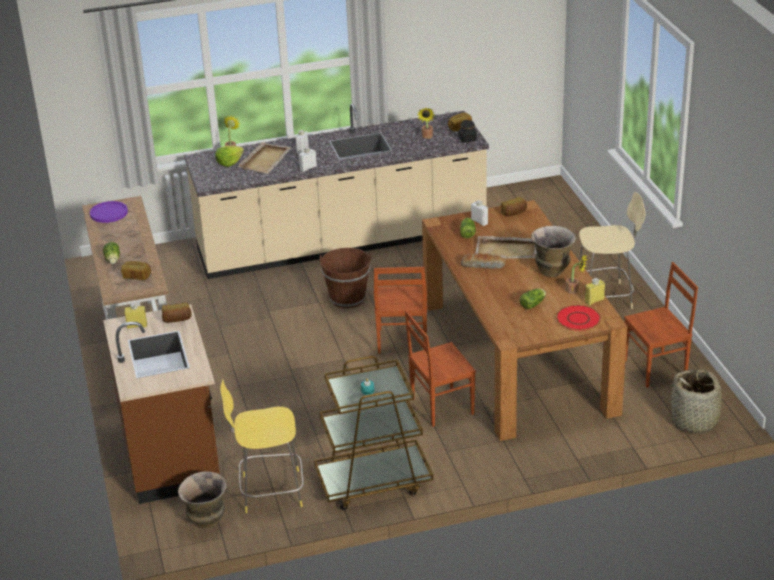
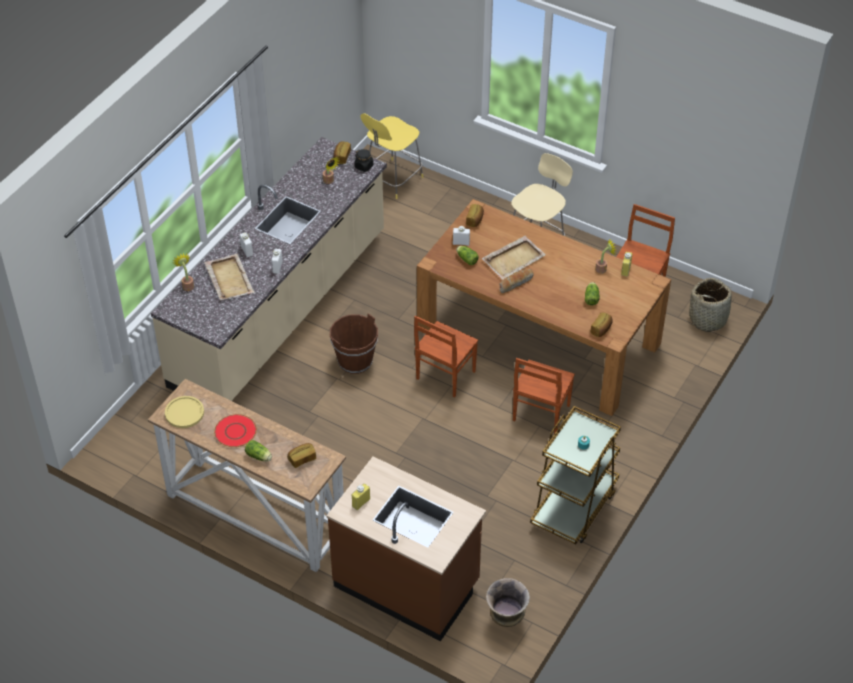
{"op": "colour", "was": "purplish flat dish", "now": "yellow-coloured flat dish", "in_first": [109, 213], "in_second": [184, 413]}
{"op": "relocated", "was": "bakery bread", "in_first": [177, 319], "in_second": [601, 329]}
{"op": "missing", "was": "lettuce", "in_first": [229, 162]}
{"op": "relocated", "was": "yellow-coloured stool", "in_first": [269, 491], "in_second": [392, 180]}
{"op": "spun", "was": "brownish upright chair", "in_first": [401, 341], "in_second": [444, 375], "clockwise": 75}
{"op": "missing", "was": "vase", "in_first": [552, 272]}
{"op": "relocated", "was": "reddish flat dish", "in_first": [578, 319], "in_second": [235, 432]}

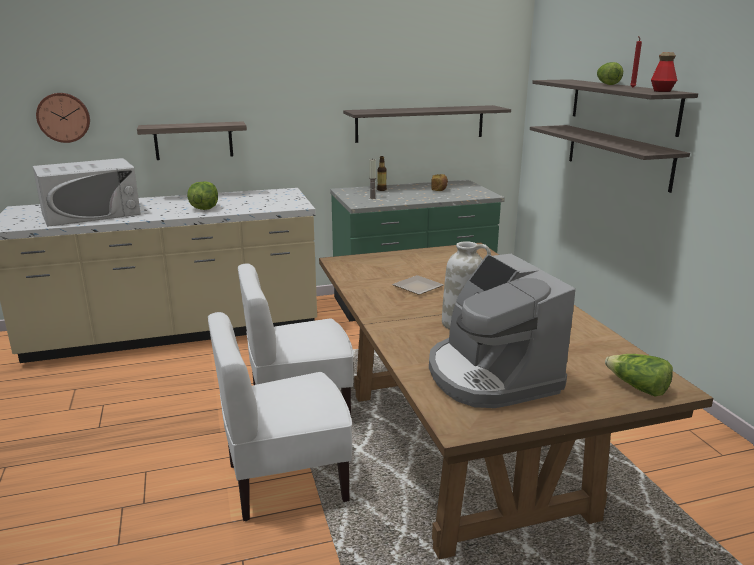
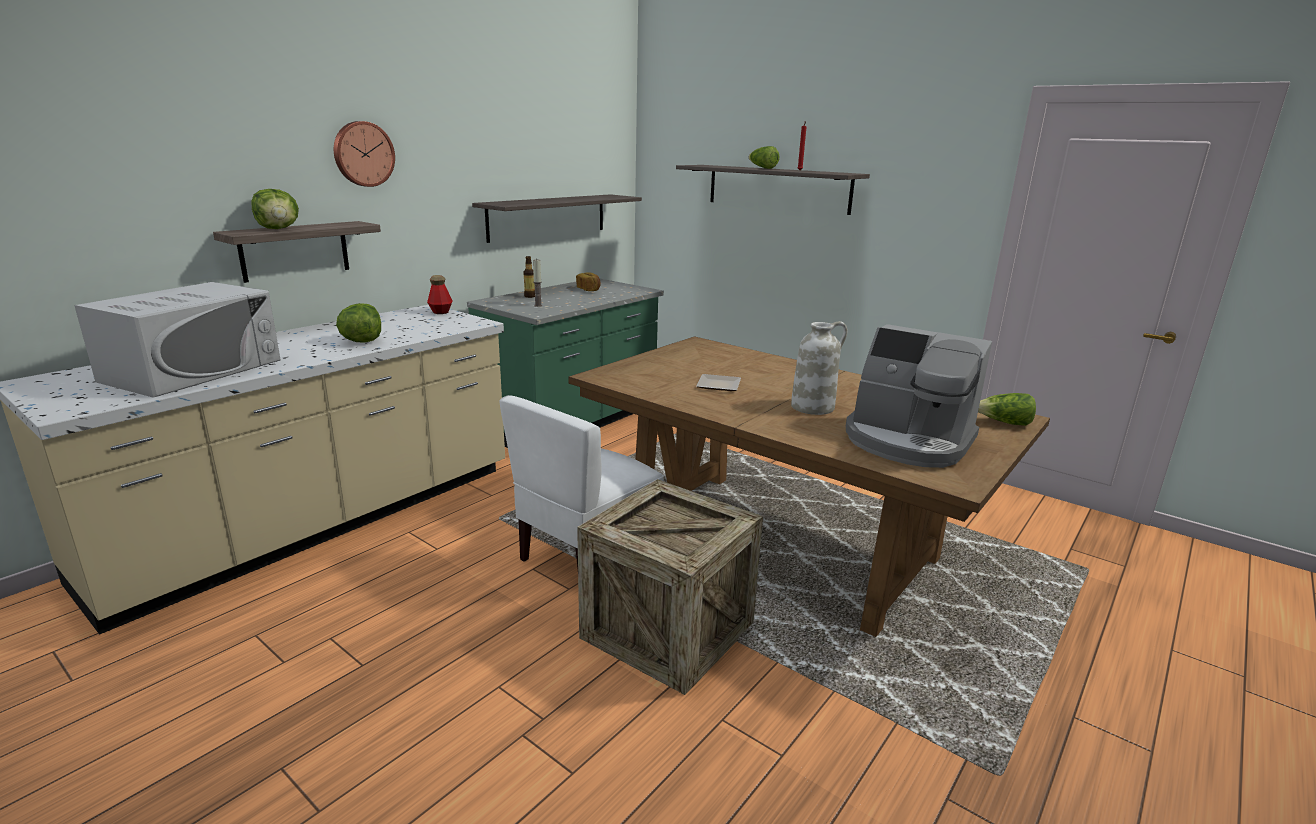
{"op": "relocated", "was": "hanging clock", "in_first": [64, 117], "in_second": [363, 154]}
{"op": "exchanged", "was": "white-coloured upright chair", "now": "packing crate", "in_first": [286, 481], "in_second": [667, 630]}
{"op": "missing", "was": "bracket shelf", "in_first": [617, 156]}
{"op": "relocated", "was": "drink bottle", "in_first": [662, 91], "in_second": [440, 312]}
{"op": "appeared", "now": "lettuce", "in_second": [279, 229]}

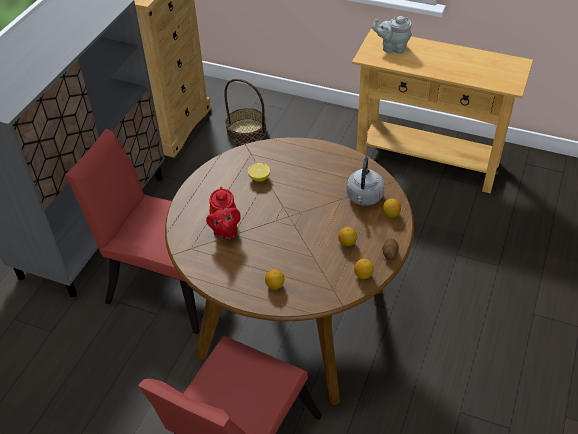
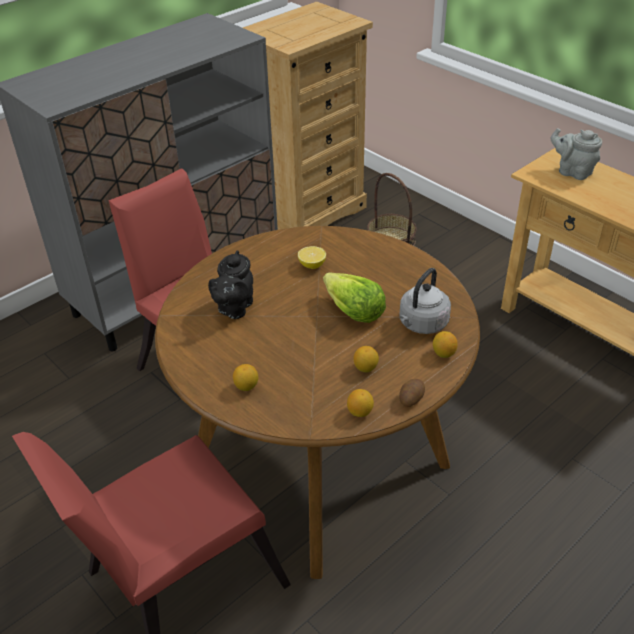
{"op": "colour", "was": "reddish teapot", "now": "black-coloured teapot", "in_first": [225, 231], "in_second": [234, 308]}
{"op": "appeared", "now": "lettuce", "in_second": [353, 311]}

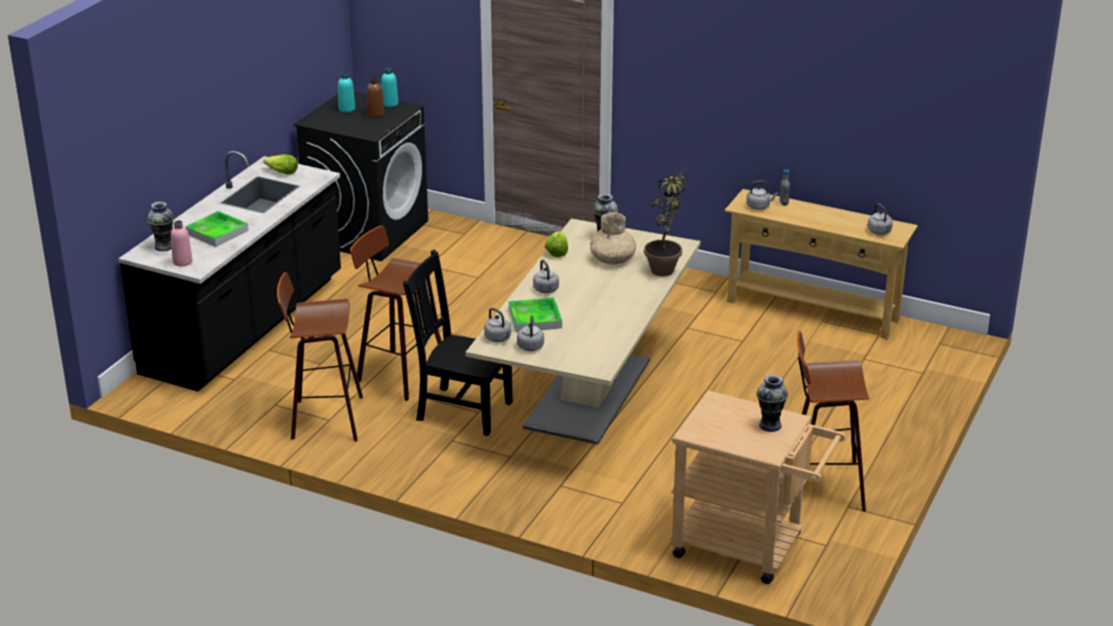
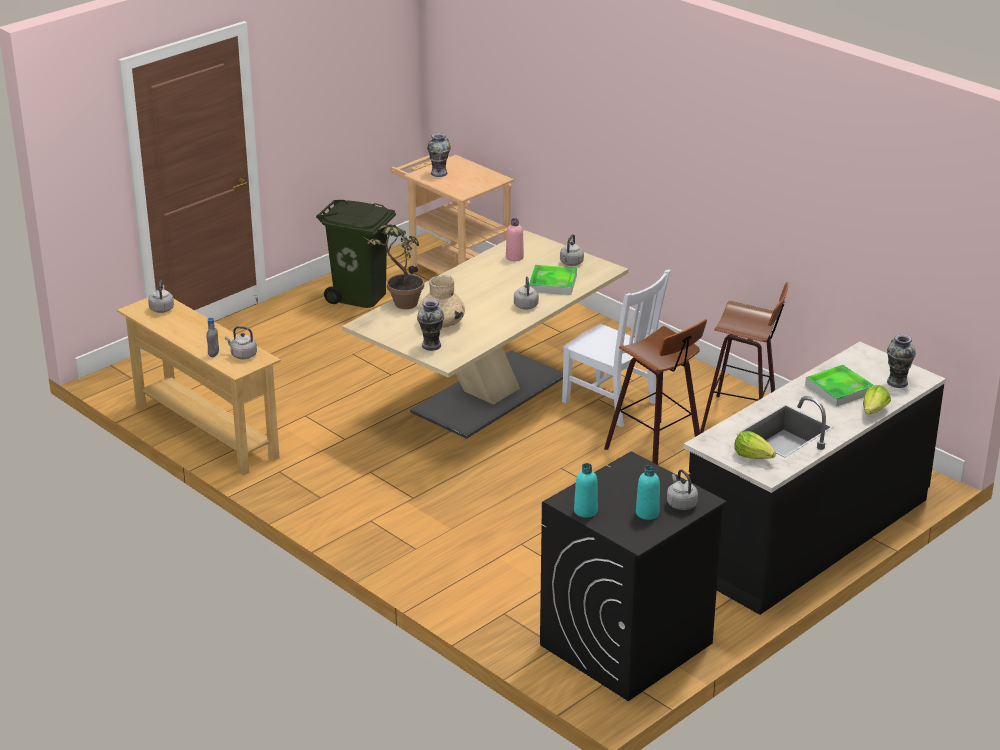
{"op": "relocated", "was": "pink drink bottle", "in_first": [182, 262], "in_second": [514, 257]}
{"op": "missing", "was": "brownish drink bottle", "in_first": [375, 114]}
{"op": "colour", "was": "black-coloured upright chair", "now": "white-coloured upright chair", "in_first": [461, 410], "in_second": [612, 403]}
{"op": "relocated", "was": "grey water kettle", "in_first": [499, 338], "in_second": [680, 503]}
{"op": "relocated", "was": "lettuce", "in_first": [557, 252], "in_second": [874, 411]}
{"op": "exchanged", "was": "stool", "now": "green-coloured waste bin", "in_first": [822, 485], "in_second": [359, 296]}

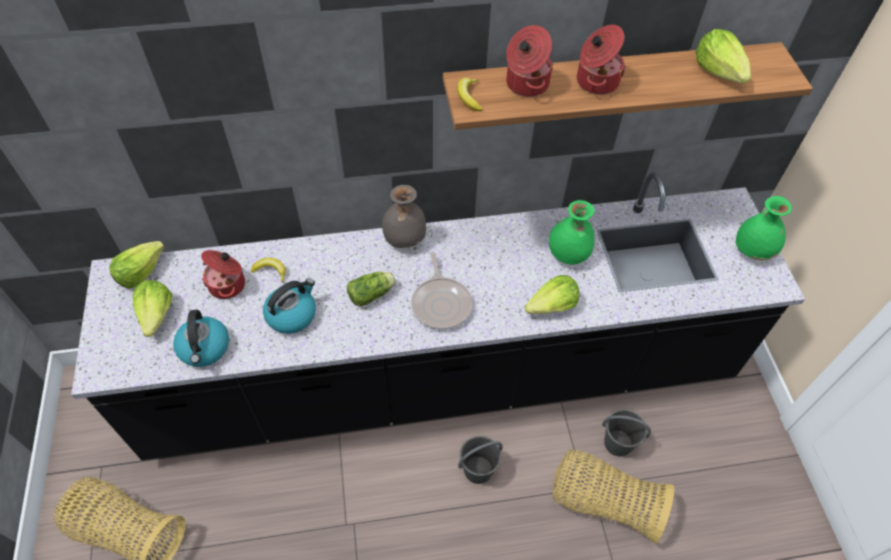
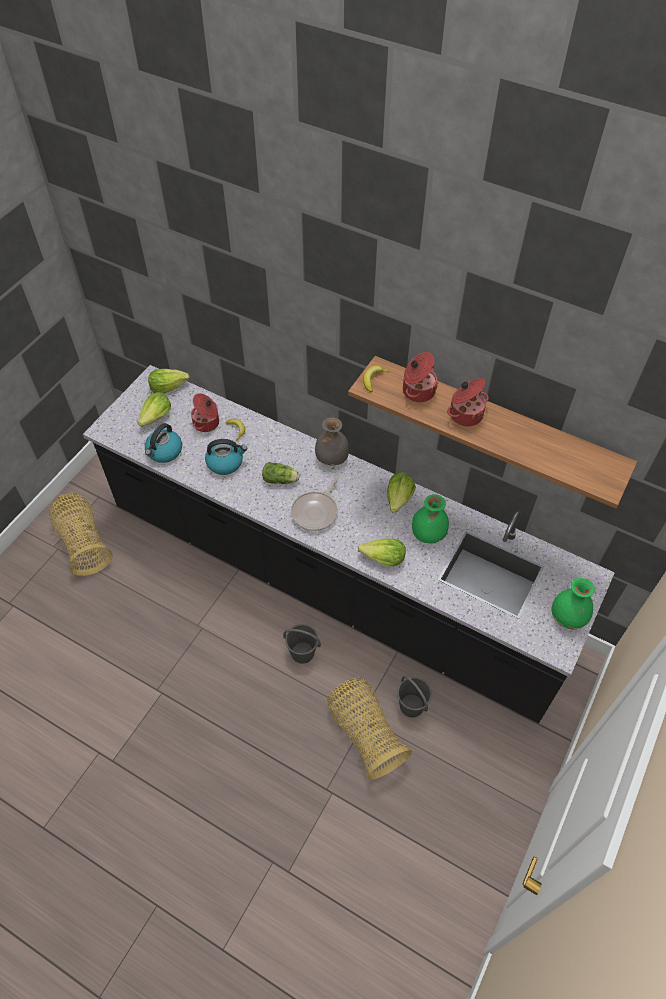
{"op": "relocated", "was": "lettuce", "in_first": [719, 72], "in_second": [399, 498]}

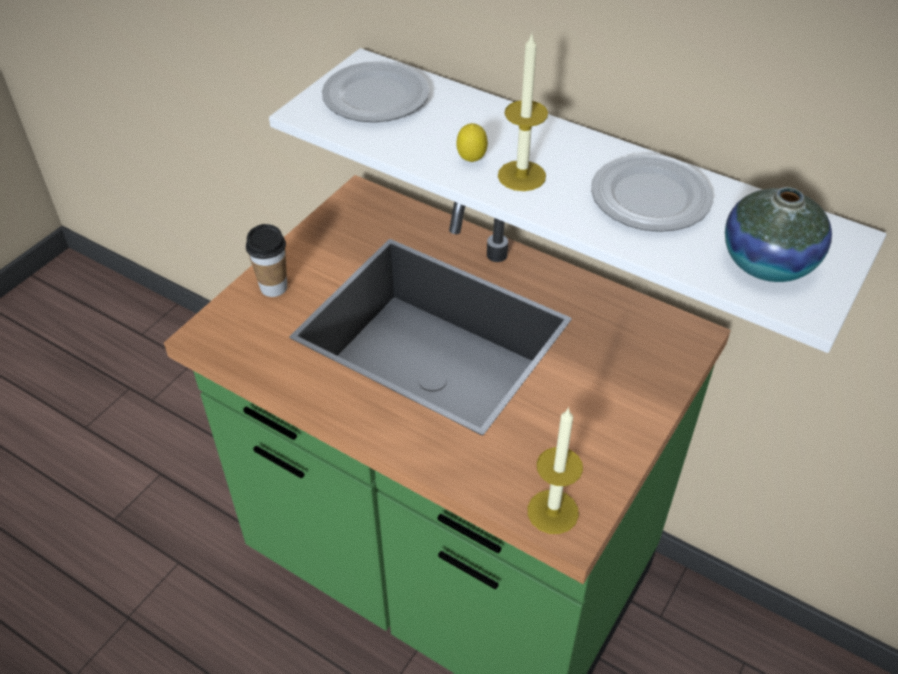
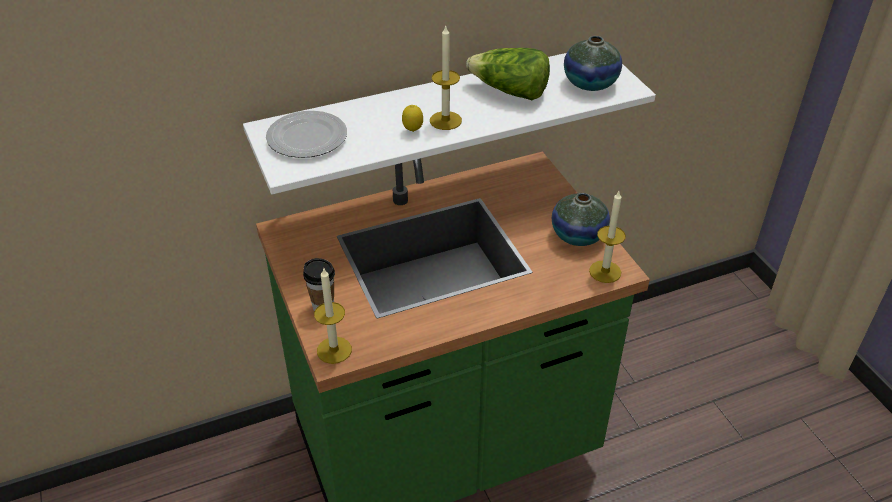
{"op": "exchanged", "was": "flat dish", "now": "lettuce", "in_first": [649, 199], "in_second": [510, 92]}
{"op": "appeared", "now": "wax light", "in_second": [334, 350]}
{"op": "appeared", "now": "vase", "in_second": [578, 235]}

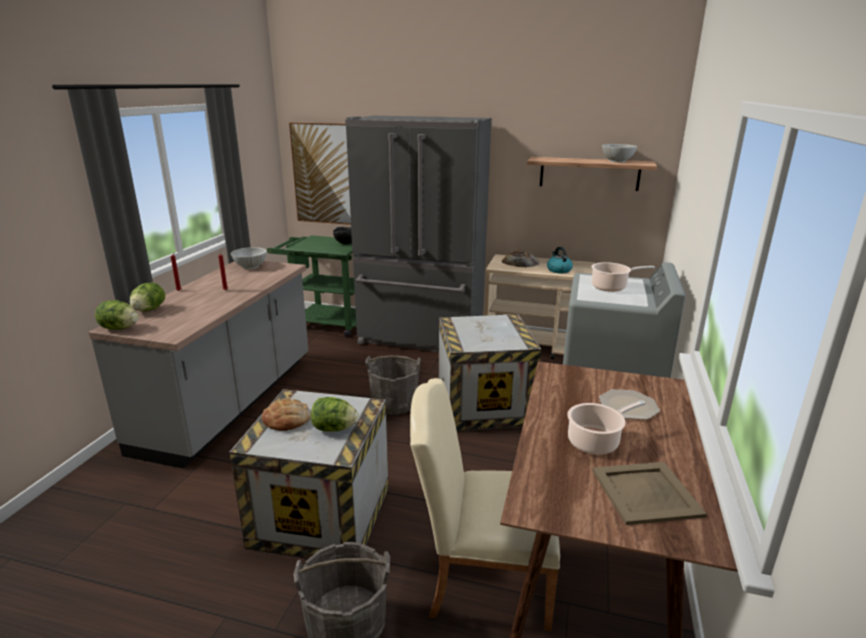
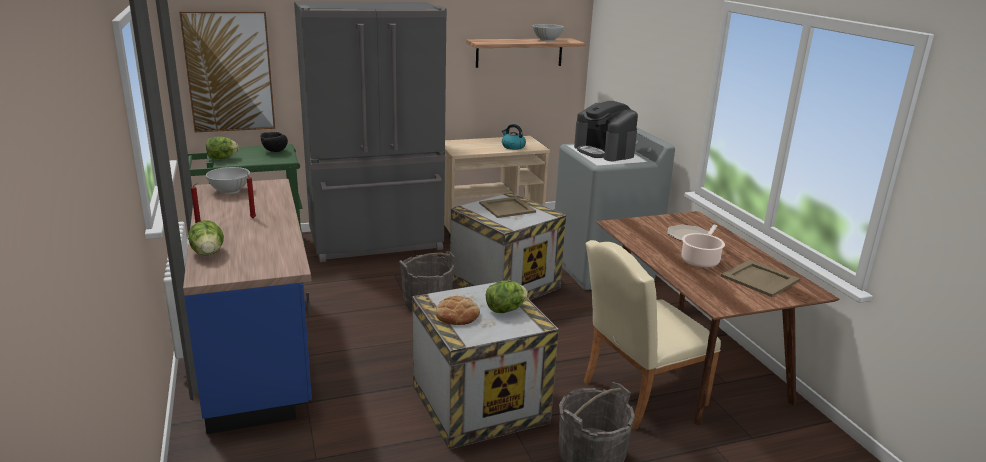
{"op": "colour", "was": "grey counter", "now": "blue counter", "in_first": [231, 403], "in_second": [258, 351]}
{"op": "relocated", "was": "lettuce", "in_first": [119, 328], "in_second": [222, 158]}
{"op": "missing", "was": "bakery bread", "in_first": [520, 262]}
{"op": "exchanged", "was": "stockpot", "now": "coffee brewer", "in_first": [611, 287], "in_second": [604, 151]}
{"op": "appeared", "now": "sand-coloured tray", "in_second": [507, 208]}

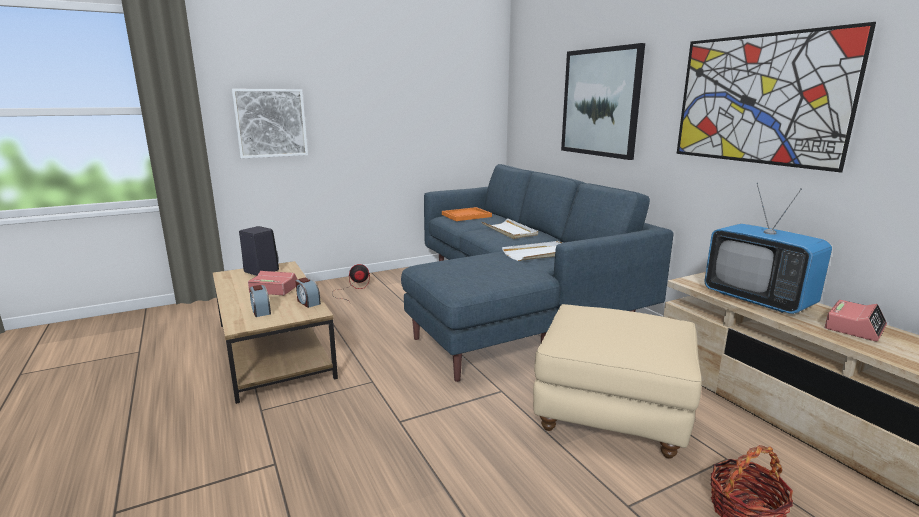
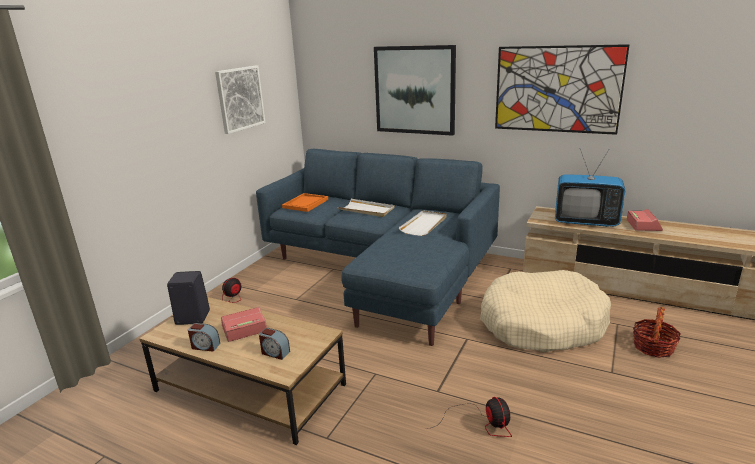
{"op": "relocated", "was": "wall picture", "in_first": [271, 123], "in_second": [240, 98]}
{"op": "relocated", "was": "bedside clock", "in_first": [308, 302], "in_second": [205, 346]}
{"op": "exchanged", "was": "sand-coloured footrest", "now": "sand-coloured dog cushion", "in_first": [612, 414], "in_second": [541, 324]}
{"op": "appeared", "now": "fan", "in_second": [481, 423]}

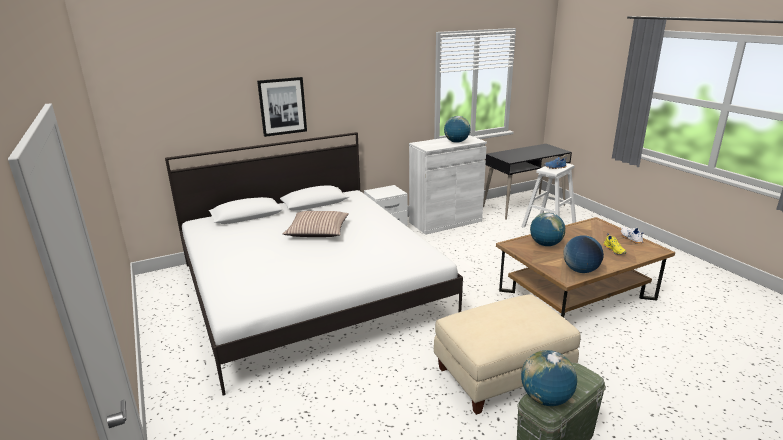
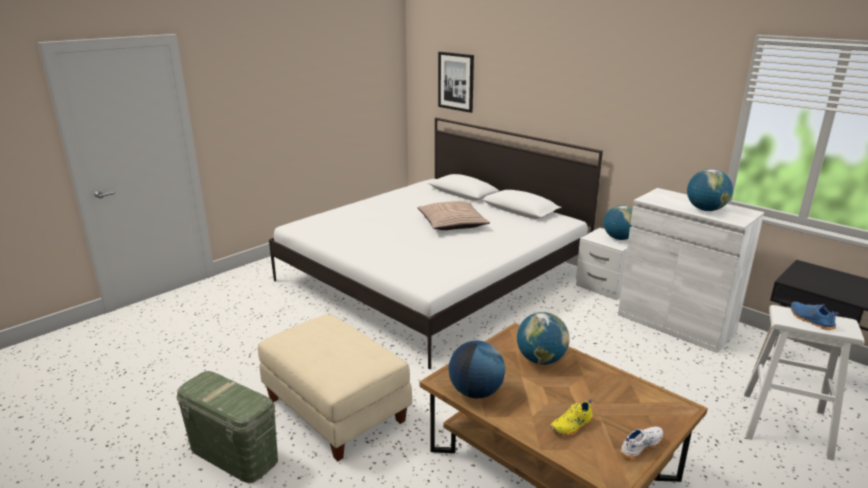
{"op": "relocated", "was": "wall picture", "in_first": [282, 106], "in_second": [456, 81]}
{"op": "relocated", "was": "world globe", "in_first": [545, 398], "in_second": [619, 238]}

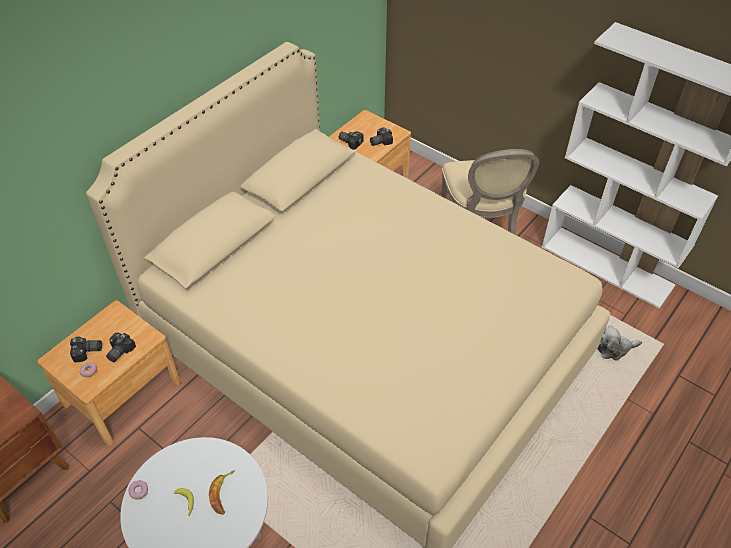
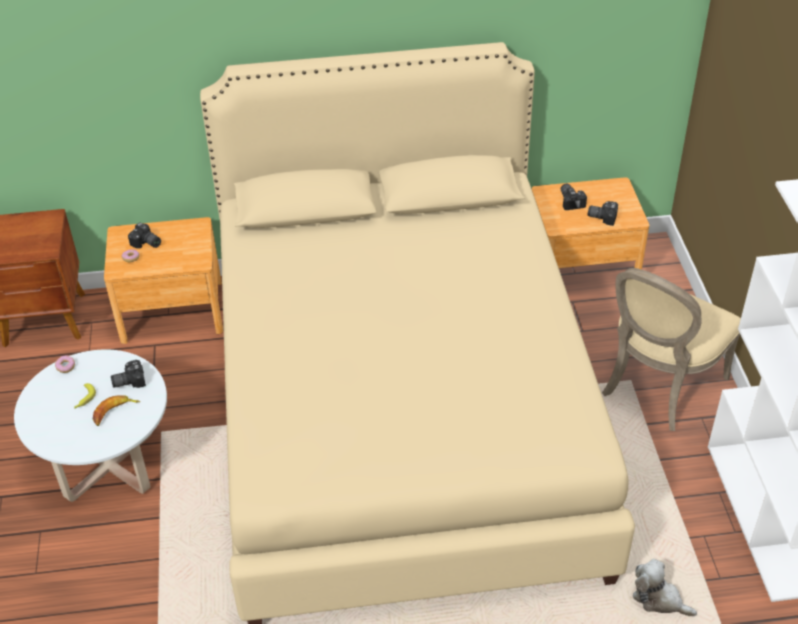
{"op": "relocated", "was": "still camera", "in_first": [118, 351], "in_second": [129, 381]}

